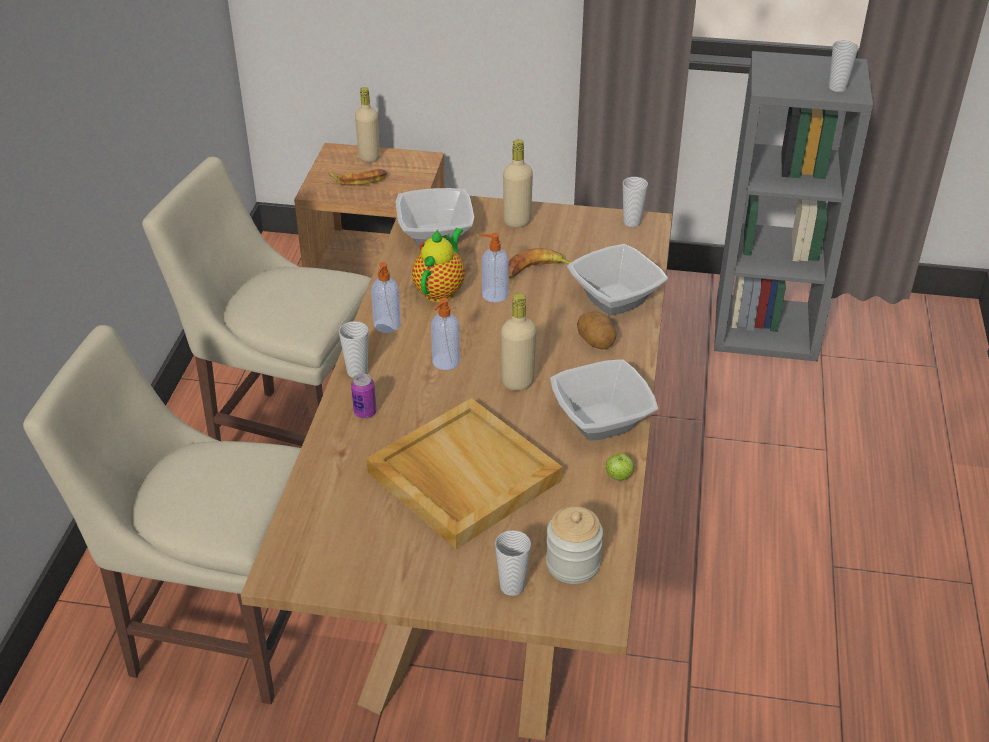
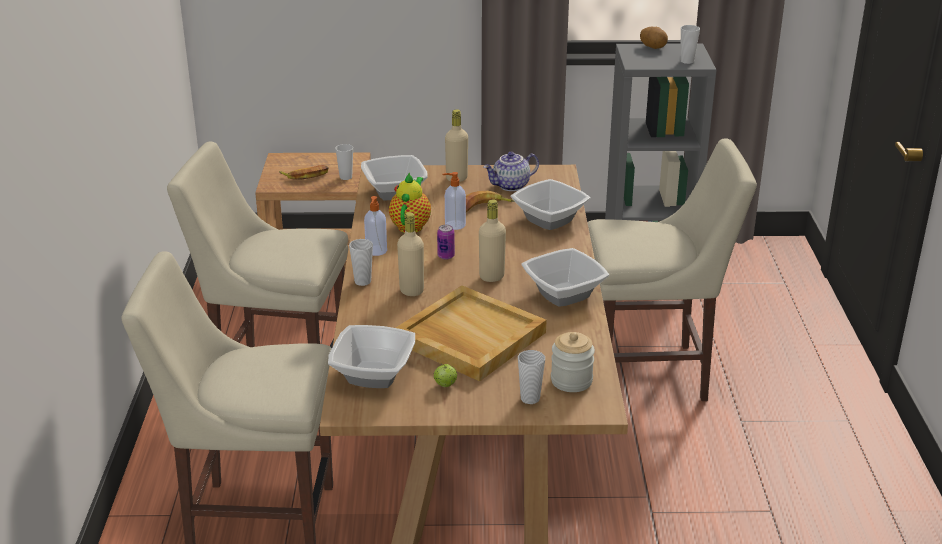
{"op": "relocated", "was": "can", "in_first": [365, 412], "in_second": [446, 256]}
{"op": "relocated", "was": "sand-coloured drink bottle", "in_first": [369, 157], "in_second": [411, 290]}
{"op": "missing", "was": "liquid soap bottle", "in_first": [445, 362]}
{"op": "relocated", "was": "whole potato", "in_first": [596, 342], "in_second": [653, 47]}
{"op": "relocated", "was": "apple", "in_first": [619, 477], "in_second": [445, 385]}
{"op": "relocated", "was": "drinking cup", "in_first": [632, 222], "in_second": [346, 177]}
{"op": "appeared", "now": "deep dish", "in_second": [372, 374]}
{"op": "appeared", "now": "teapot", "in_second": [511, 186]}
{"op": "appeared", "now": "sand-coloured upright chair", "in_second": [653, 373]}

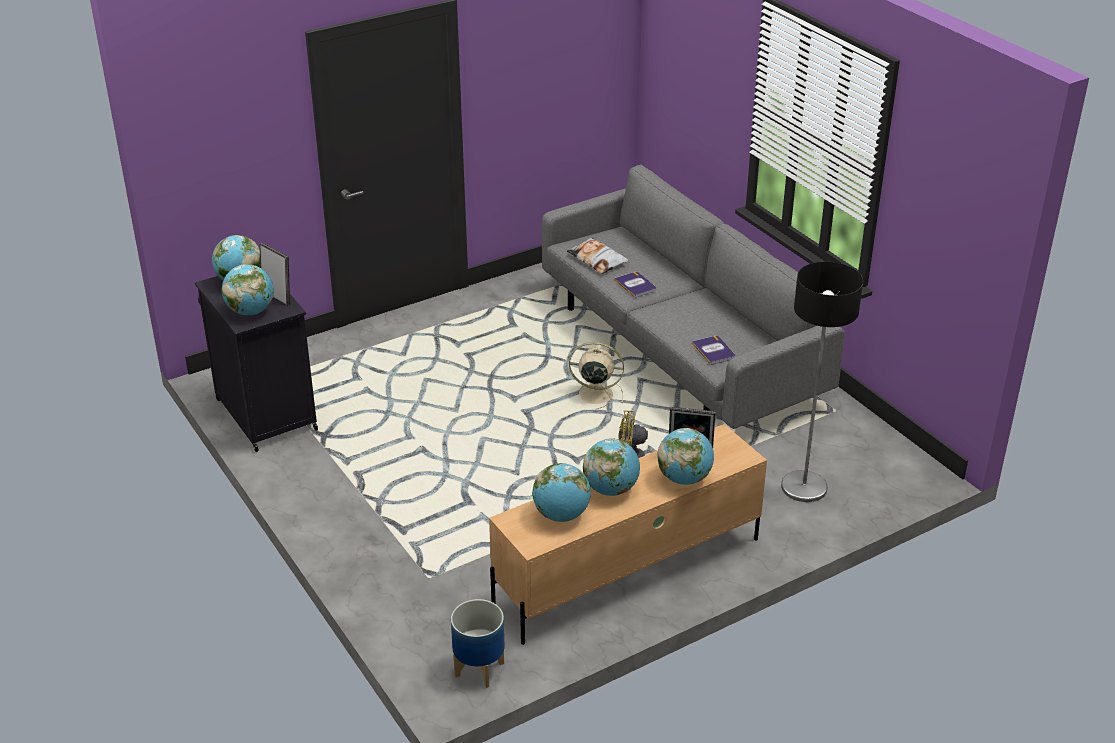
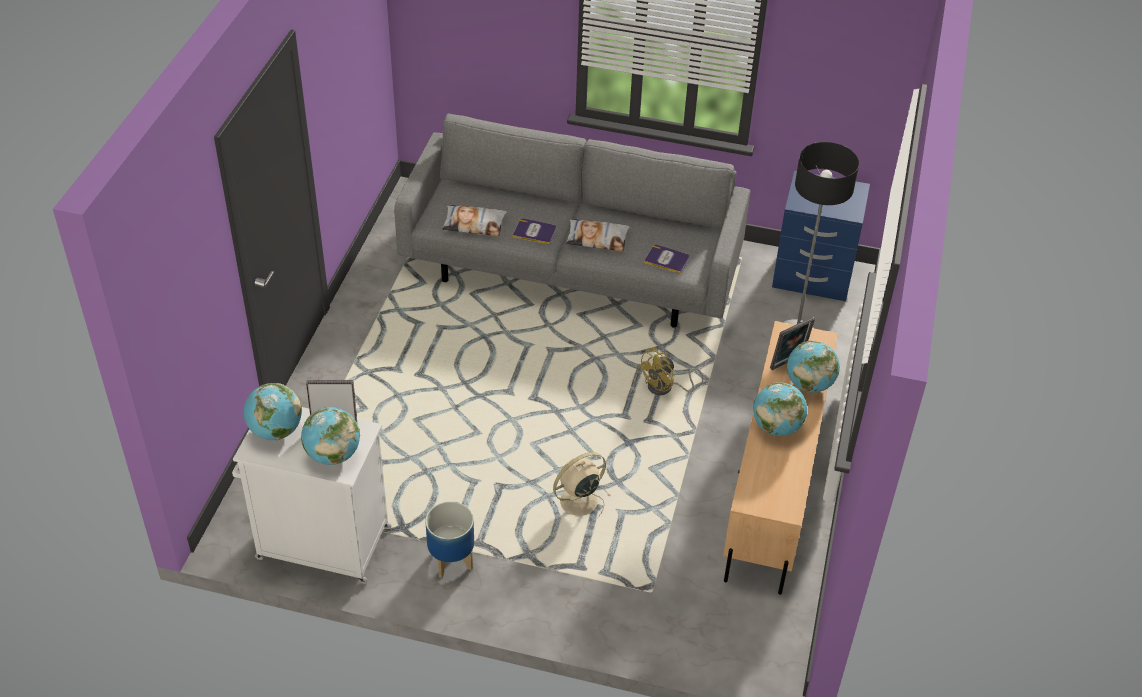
{"op": "colour", "was": "black-coloured cupboard", "now": "white-coloured cupboard", "in_first": [265, 413], "in_second": [321, 543]}
{"op": "relocated", "was": "planter", "in_first": [479, 670], "in_second": [452, 561]}
{"op": "missing", "was": "world globe", "in_first": [561, 515]}
{"op": "relocated", "was": "sand-coloured fan", "in_first": [594, 394], "in_second": [577, 502]}
{"op": "appeared", "now": "cushion", "in_second": [597, 239]}
{"op": "appeared", "now": "blue nightstand", "in_second": [812, 276]}

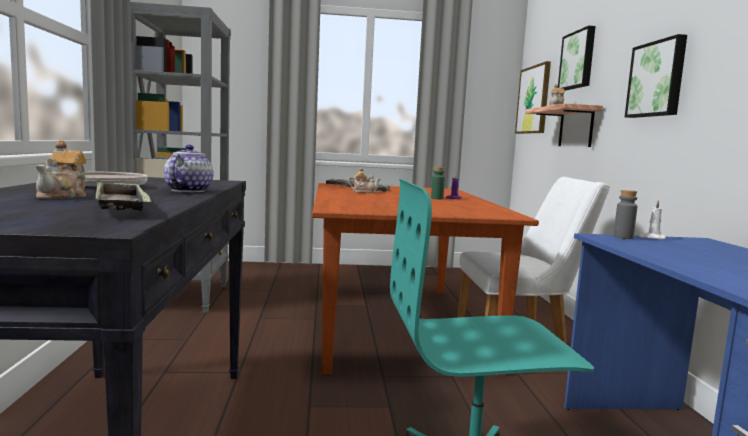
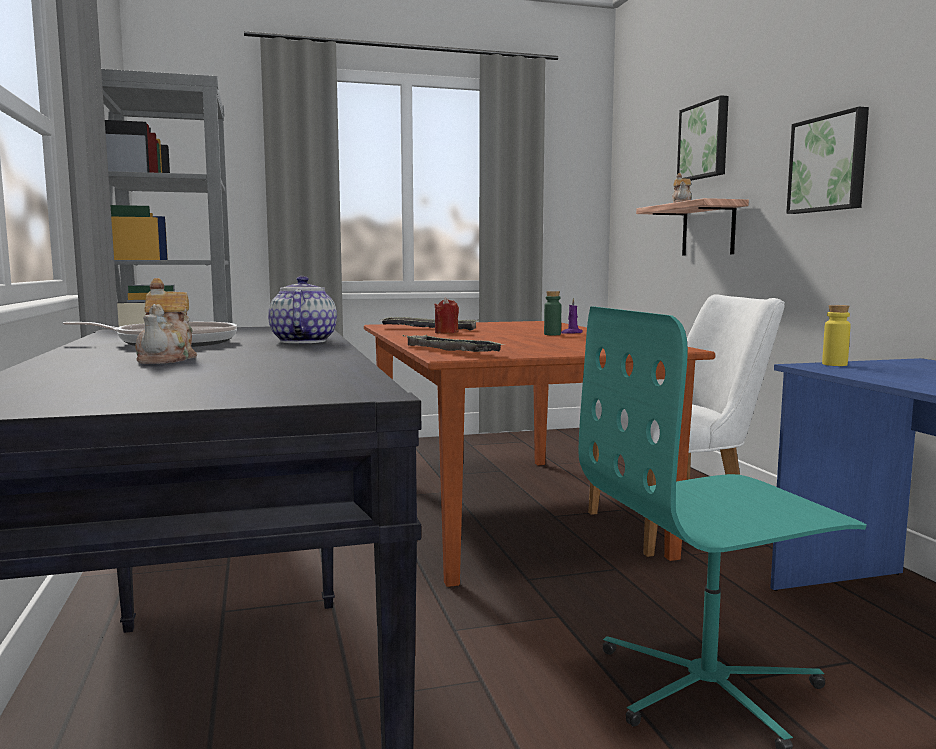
{"op": "relocated", "was": "tray", "in_first": [121, 205], "in_second": [451, 351]}
{"op": "exchanged", "was": "teapot", "now": "reddish wax light", "in_first": [363, 192], "in_second": [446, 332]}
{"op": "missing", "was": "wall picture", "in_first": [533, 100]}
{"op": "colour", "was": "grey drink bottle", "now": "yellow-coloured drink bottle", "in_first": [623, 237], "in_second": [834, 364]}
{"op": "missing", "was": "white-coloured wax light", "in_first": [652, 238]}

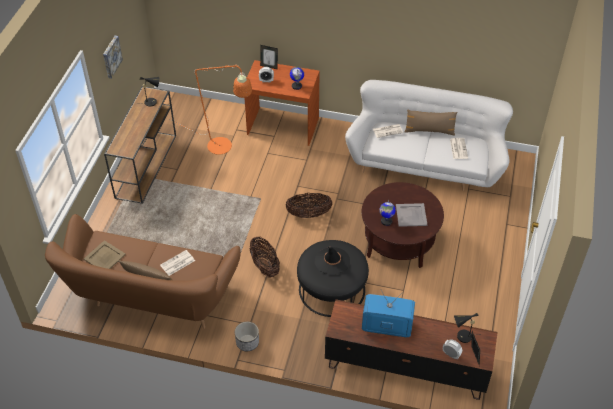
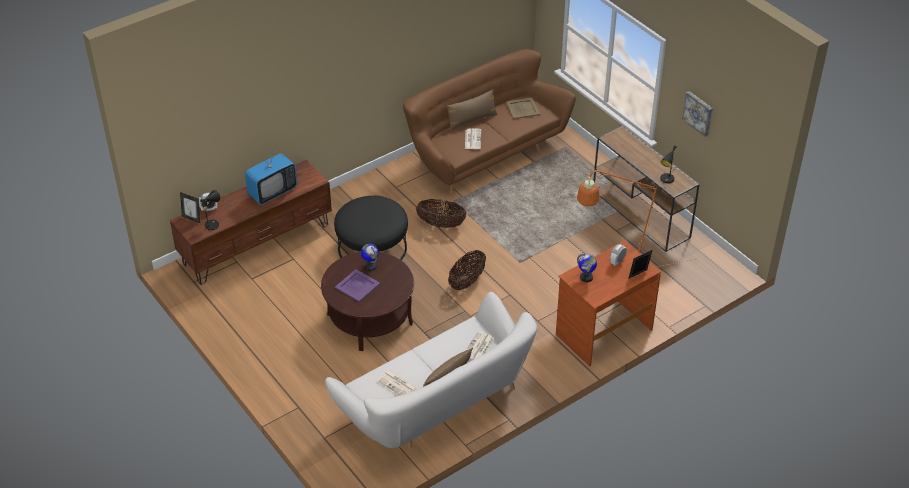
{"op": "missing", "was": "planter", "in_first": [247, 343]}
{"op": "missing", "was": "black-coloured clothing hat", "in_first": [332, 261]}
{"op": "colour", "was": "grey tray", "now": "purplish tray", "in_first": [411, 215], "in_second": [357, 286]}

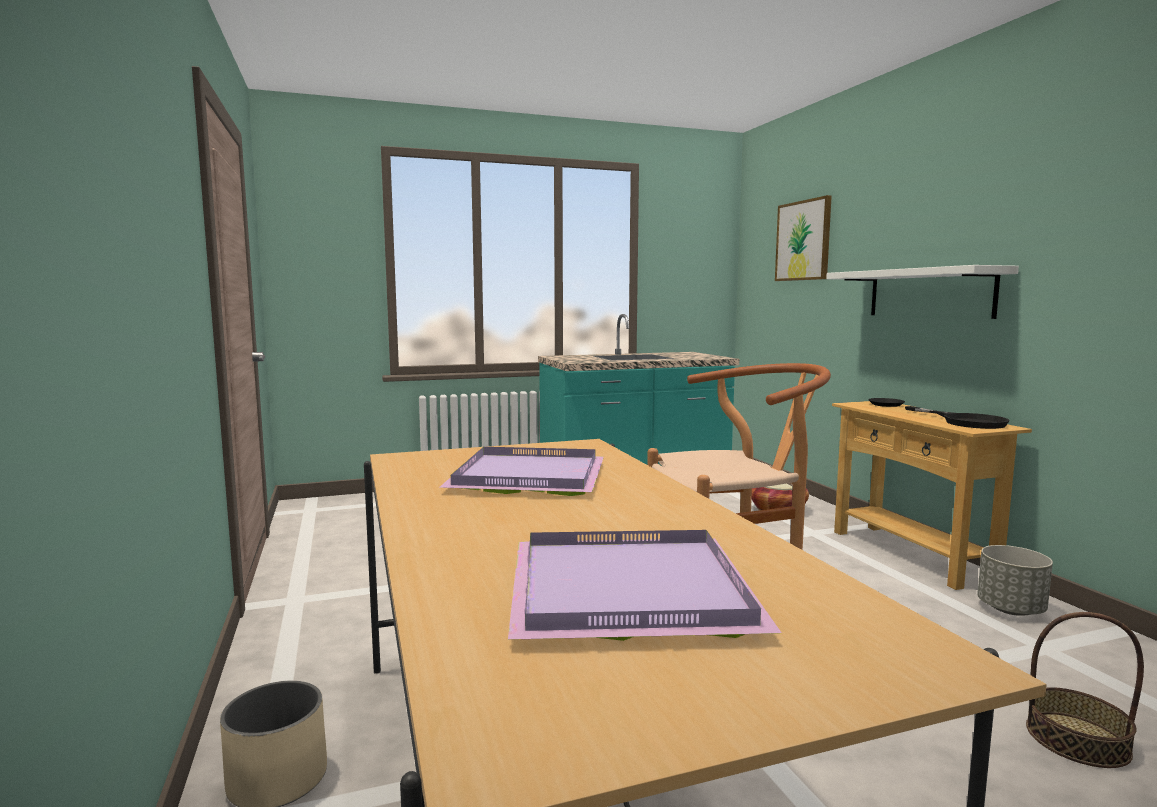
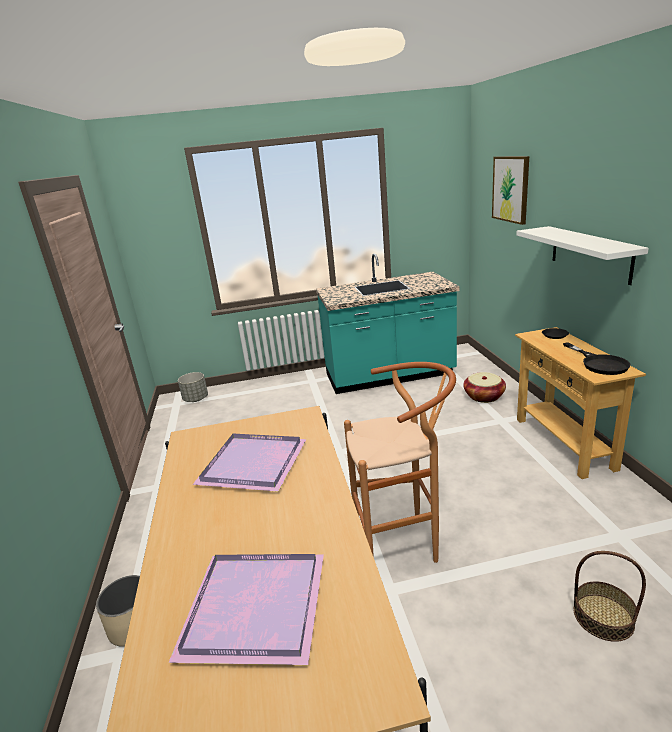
{"op": "relocated", "was": "grey planter", "in_first": [1010, 609], "in_second": [195, 399]}

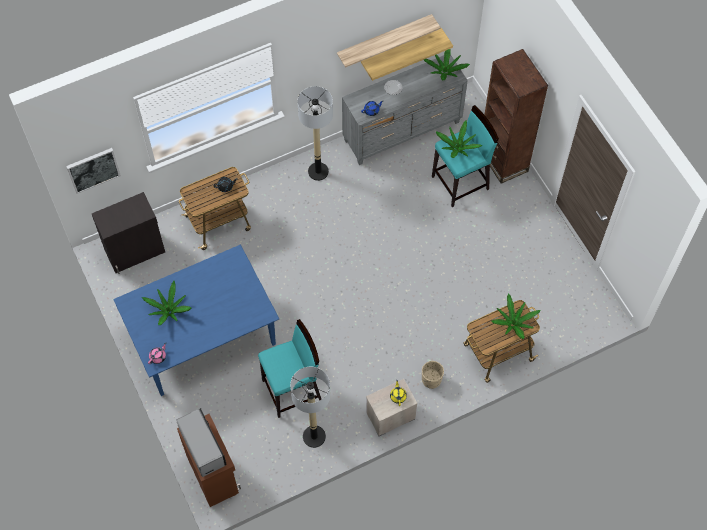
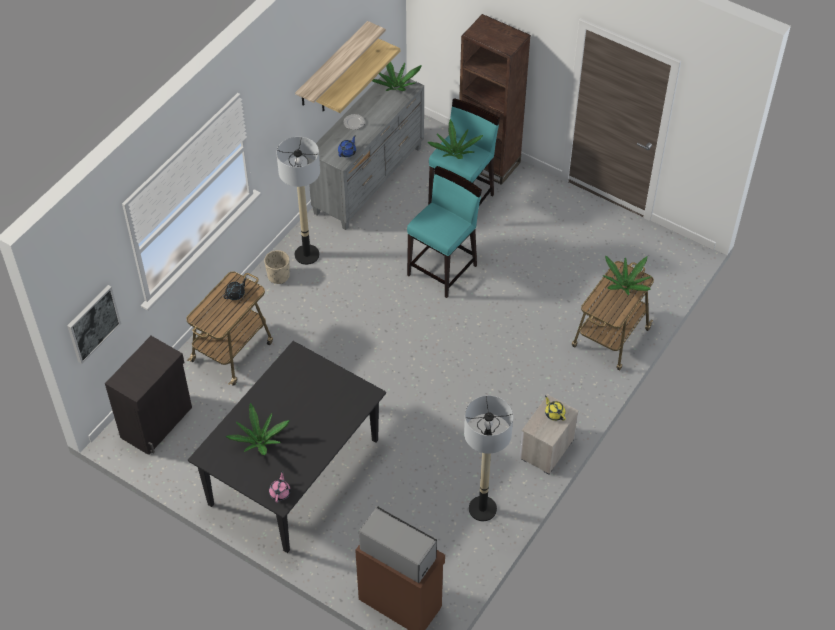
{"op": "colour", "was": "blue dining table", "now": "black-coloured dining table", "in_first": [203, 338], "in_second": [294, 472]}
{"op": "relocated", "was": "turquoise stool", "in_first": [292, 390], "in_second": [443, 270]}
{"op": "relocated", "was": "sand-coloured planter", "in_first": [431, 380], "in_second": [278, 276]}

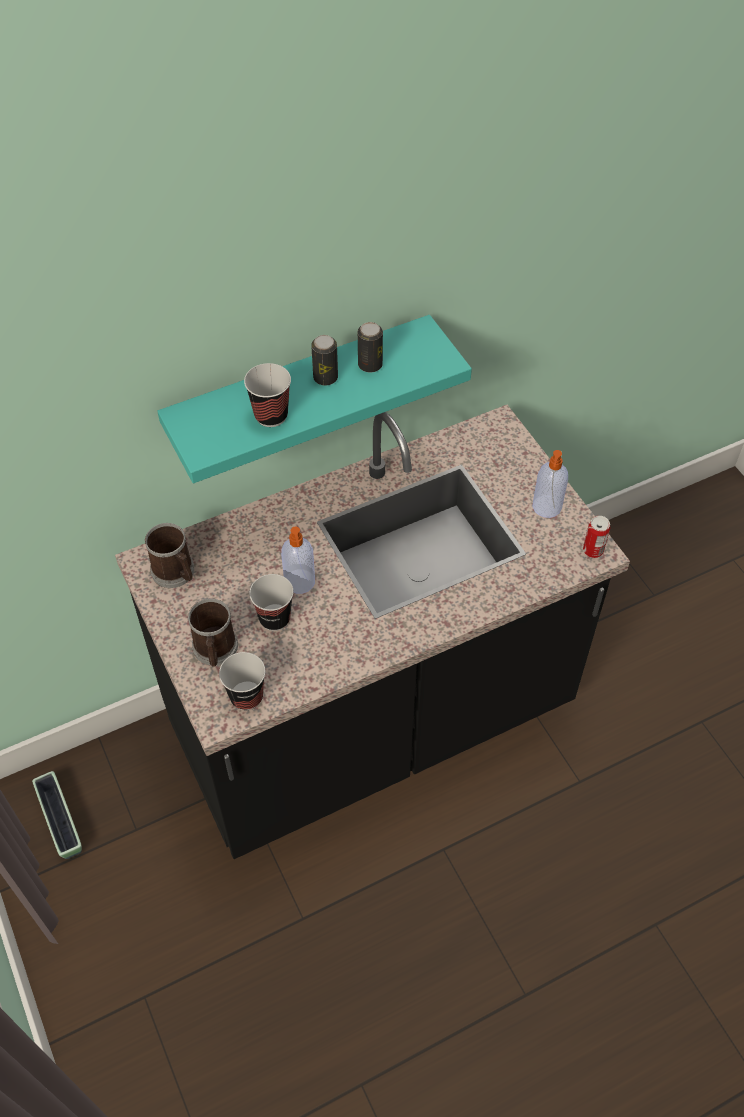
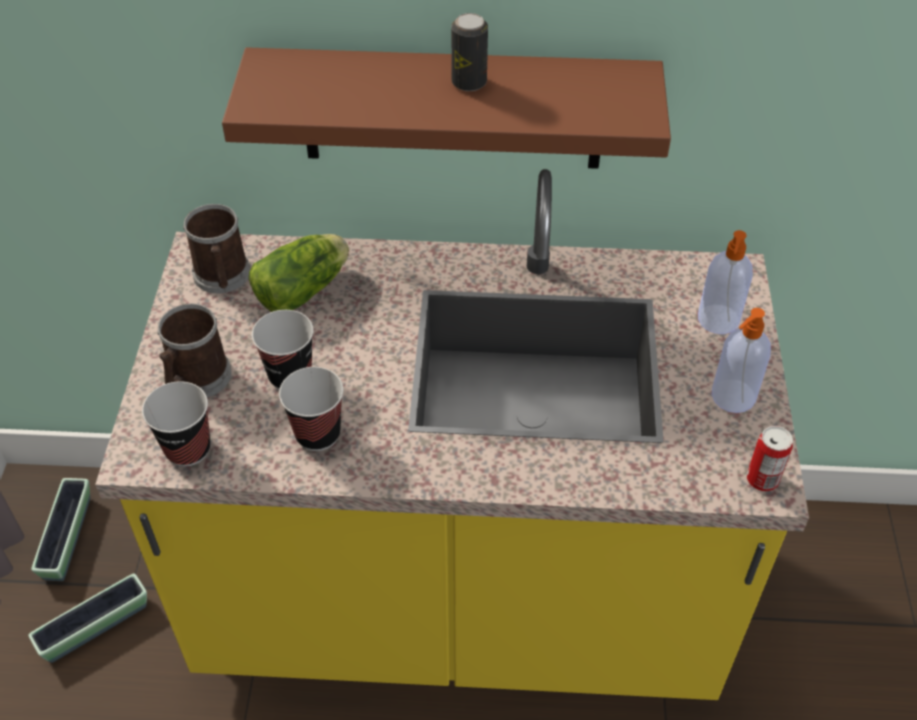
{"op": "colour", "was": "black-coloured counter", "now": "yellow-coloured counter", "in_first": [372, 721], "in_second": [458, 601]}
{"op": "colour", "was": "turquoise bracket shelf", "now": "brownish bracket shelf", "in_first": [300, 394], "in_second": [452, 109]}
{"op": "relocated", "was": "drinking cup", "in_first": [271, 415], "in_second": [317, 434]}
{"op": "relocated", "was": "liquid soap bottle", "in_first": [300, 582], "in_second": [717, 320]}
{"op": "missing", "was": "can", "in_first": [370, 365]}
{"op": "appeared", "now": "planter", "in_second": [95, 627]}
{"op": "appeared", "now": "lettuce", "in_second": [305, 288]}

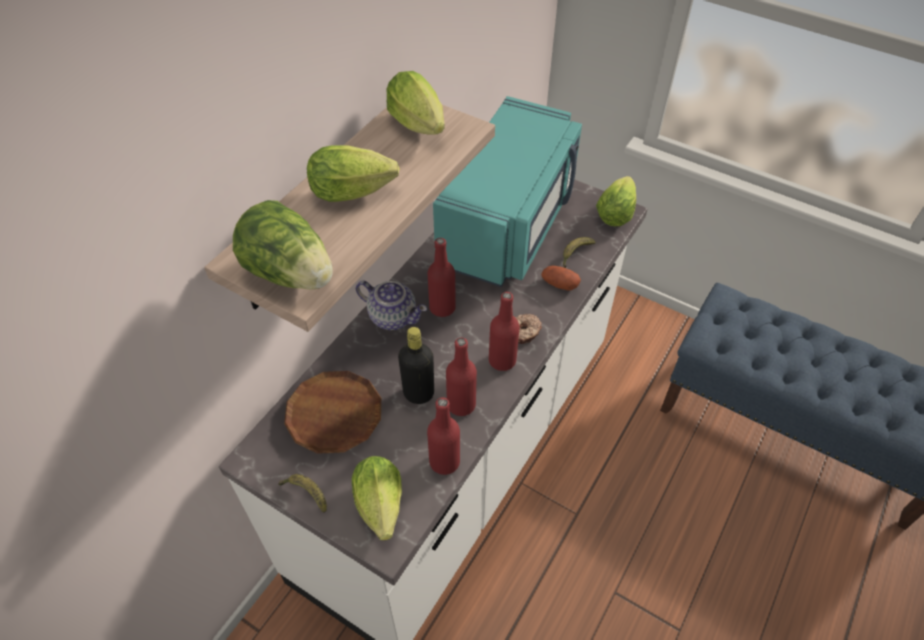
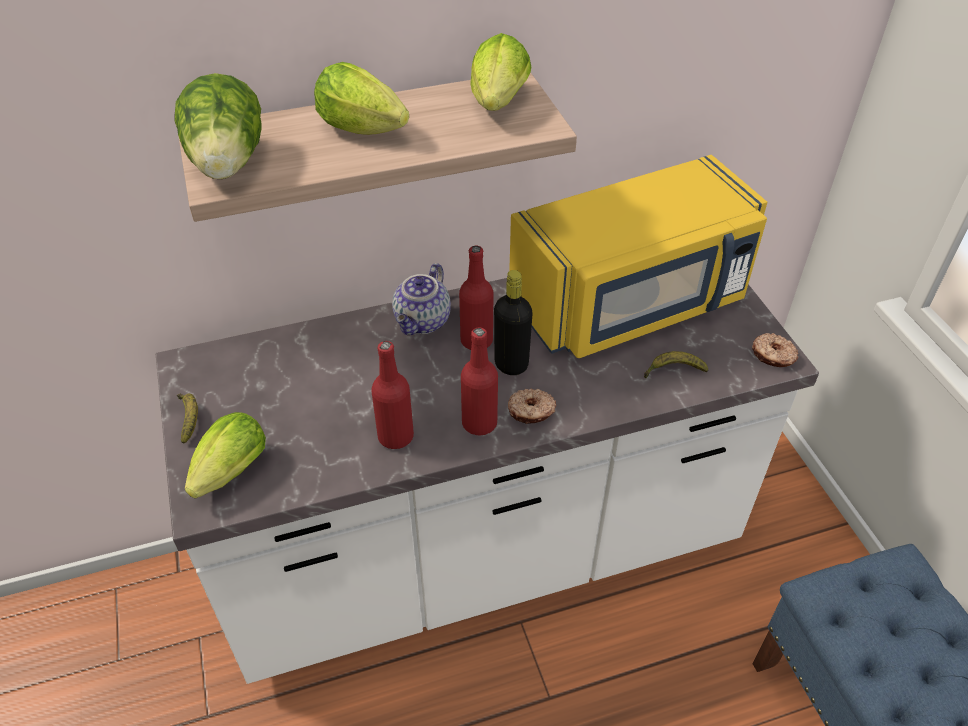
{"op": "missing", "was": "brownish flat dish", "in_first": [334, 415]}
{"op": "spun", "was": "teapot", "in_first": [394, 317], "in_second": [423, 322], "clockwise": 45}
{"op": "relocated", "was": "black-coloured drink bottle", "in_first": [418, 393], "in_second": [511, 364]}
{"op": "missing", "was": "reddish drink bottle", "in_first": [444, 462]}
{"op": "colour", "was": "turquoise microwave oven", "now": "yellow-coloured microwave oven", "in_first": [509, 225], "in_second": [631, 303]}
{"op": "missing", "was": "whole potato", "in_first": [559, 284]}
{"op": "exchanged", "was": "lettuce", "now": "ring doughnut", "in_first": [616, 212], "in_second": [773, 356]}

